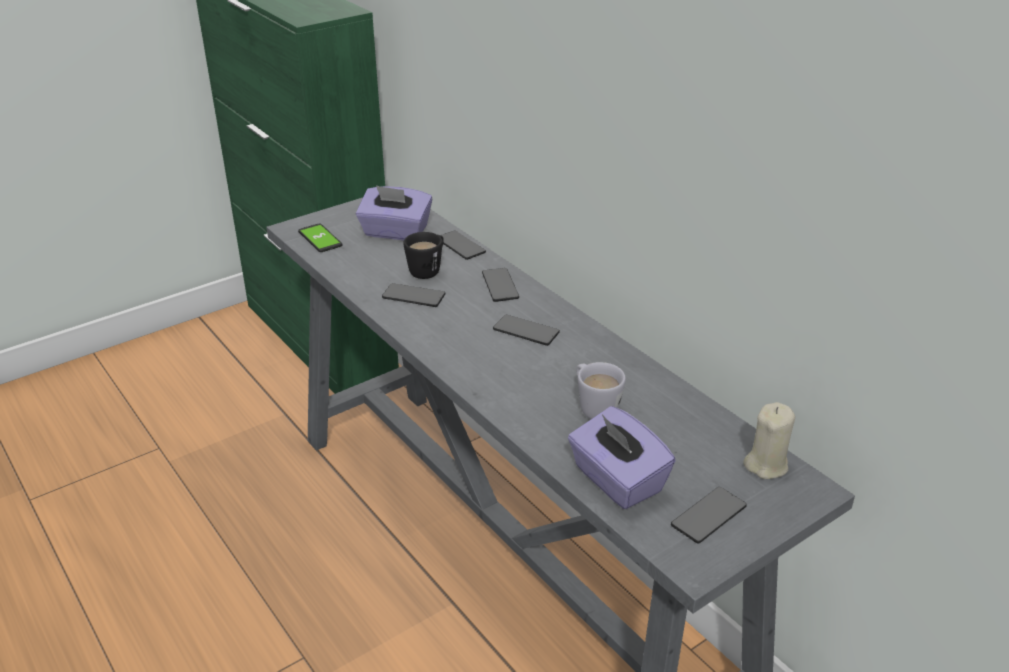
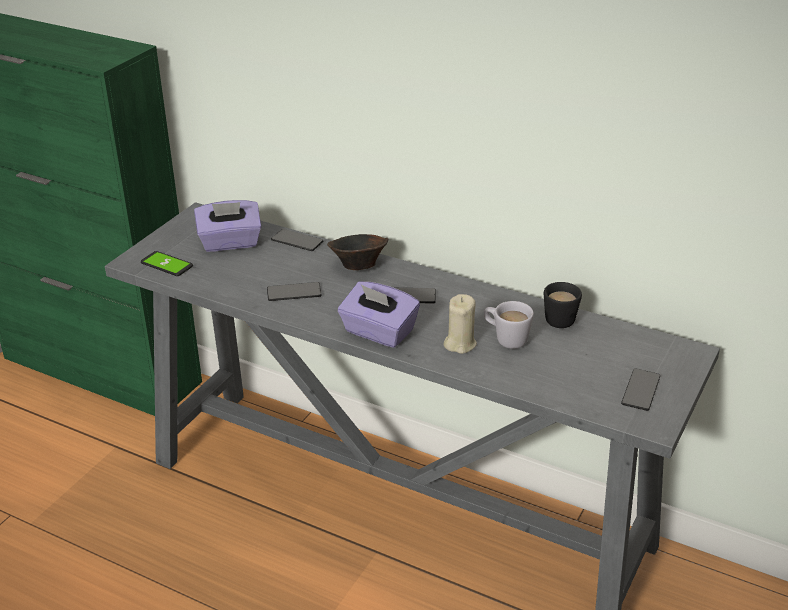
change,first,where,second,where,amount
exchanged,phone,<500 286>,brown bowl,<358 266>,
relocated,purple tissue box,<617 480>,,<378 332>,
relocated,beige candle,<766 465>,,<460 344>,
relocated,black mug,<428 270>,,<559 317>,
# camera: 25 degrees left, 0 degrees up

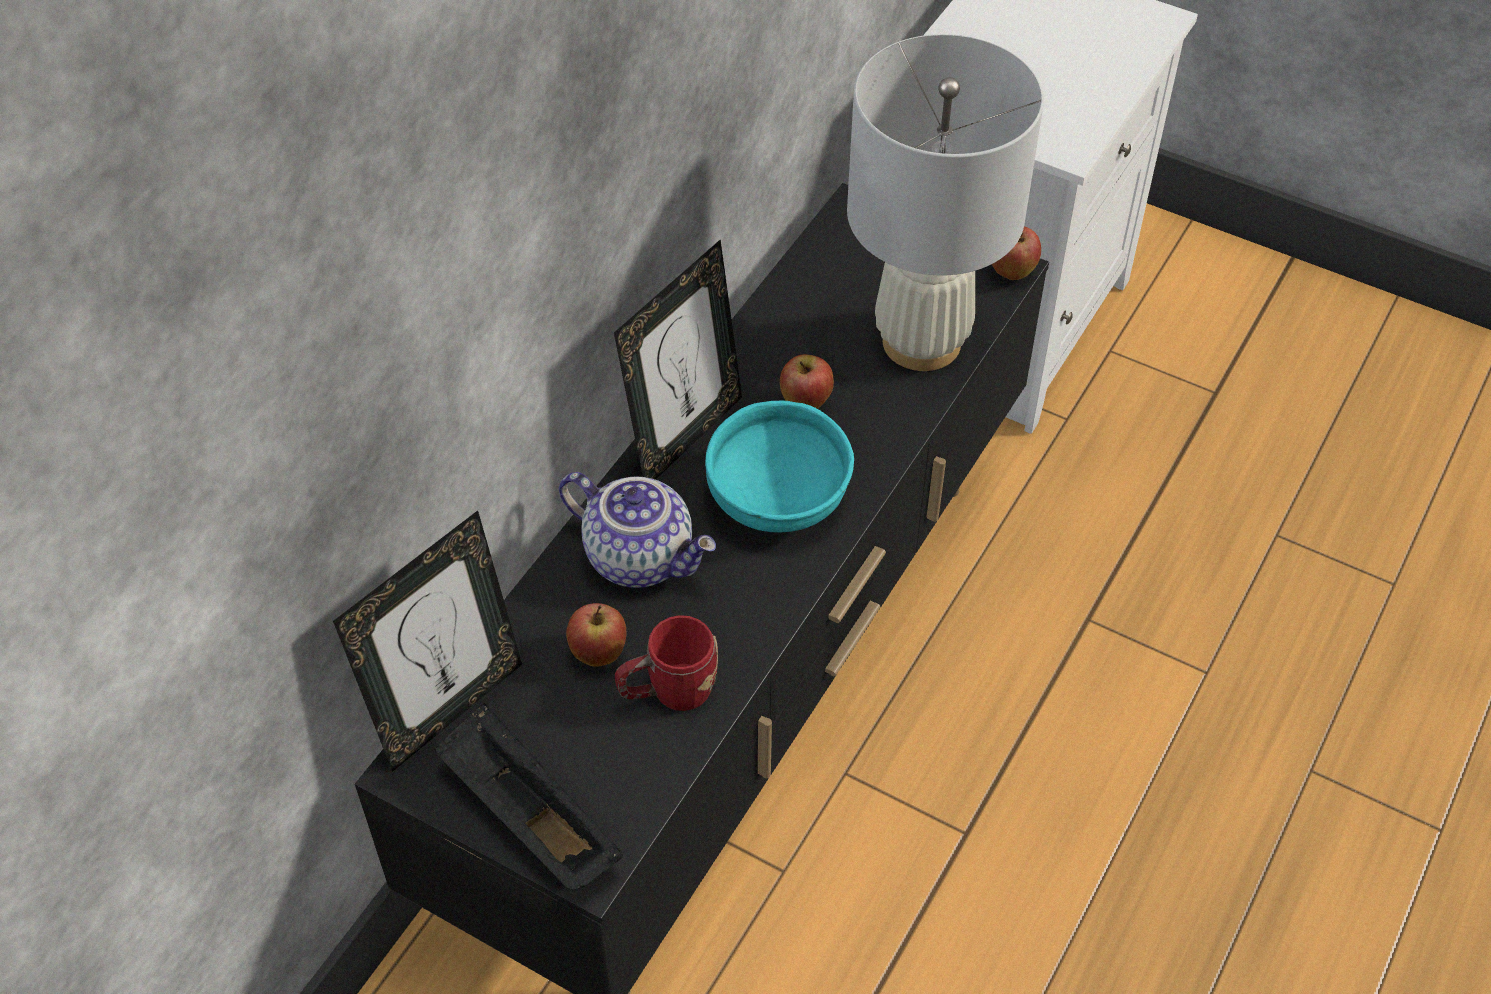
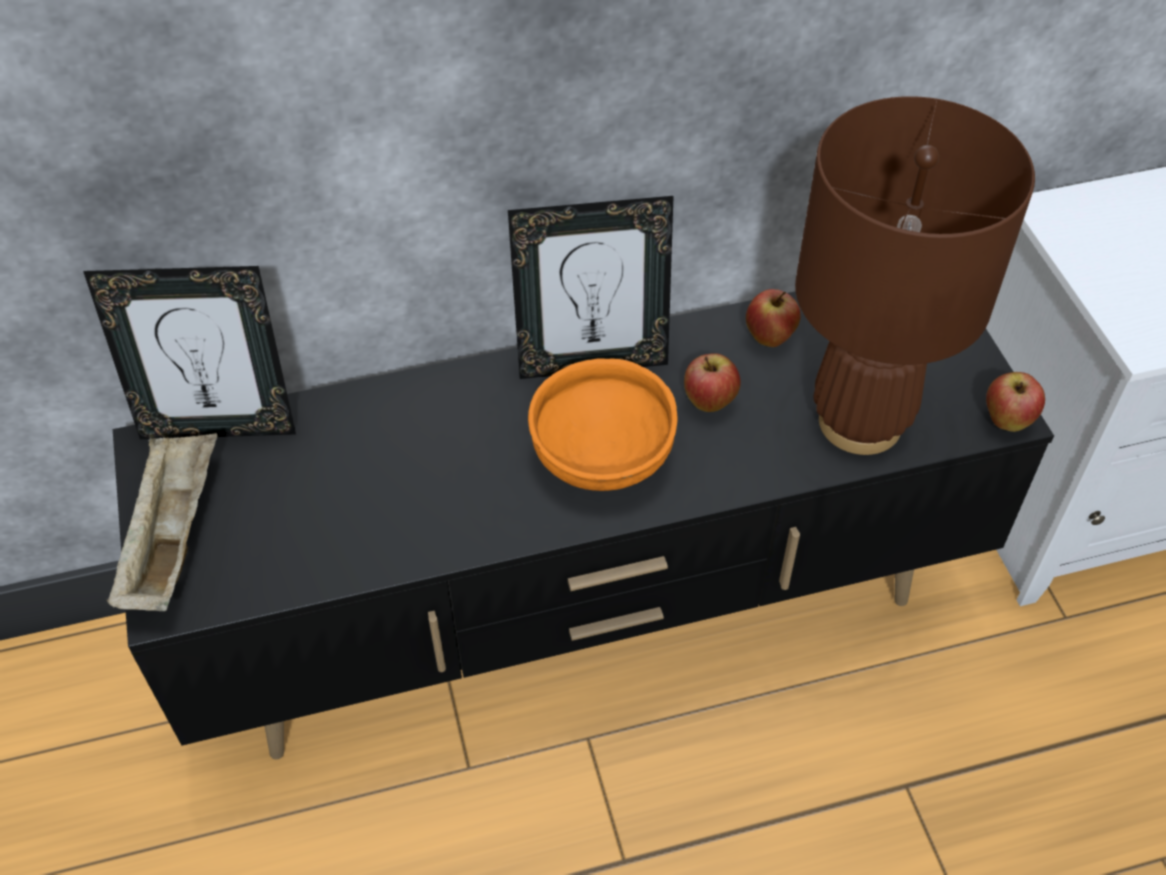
change,first,where,second,where,amount
colour,black tray,<527 816>,beige tray,<172 537>,
colour,turquoise bowl,<777 500>,orange bowl,<601 457>,
relocated,apple,<598 654>,,<769 338>,
colour,white table lamp,<922 342>,brown table lamp,<860 423>,
missing,teapot,<641 556>,,,
missing,red mug,<668 692>,,,
# camera: 45 degrees right, 0 degrees up

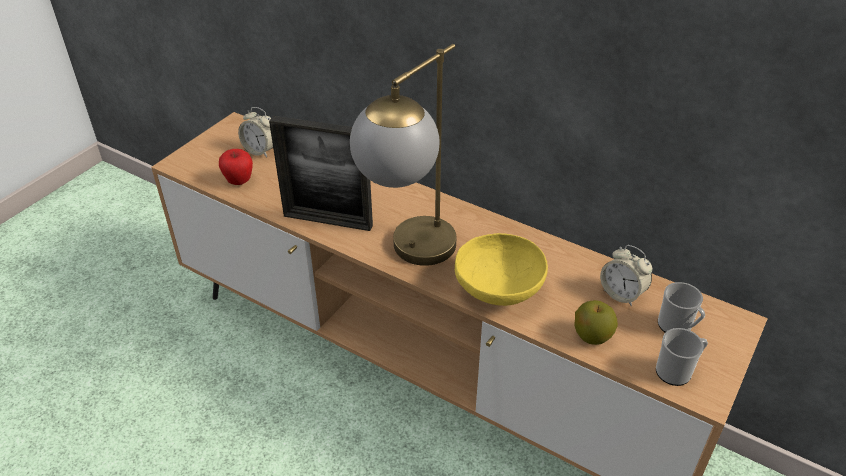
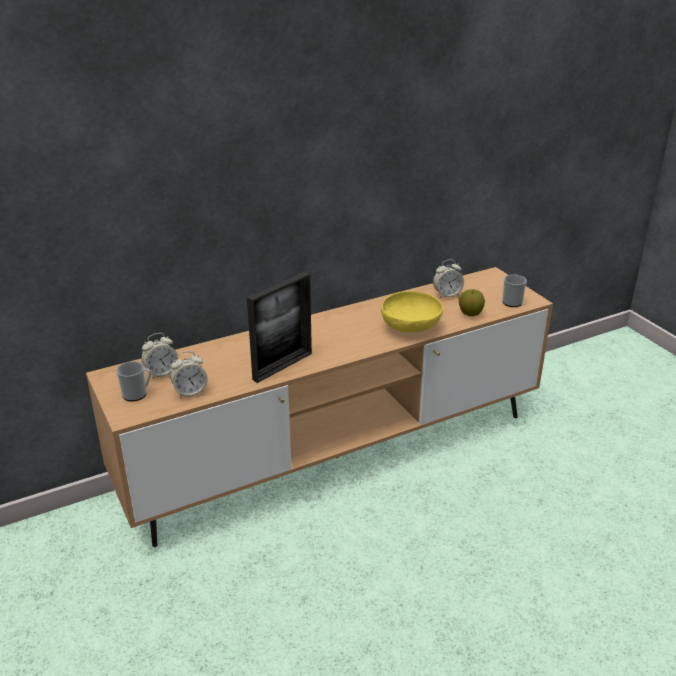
change,first,where,second,where,amount
relocated,mug,<677 327>,,<137 394>,
exchanged,apple,<239 181>,alarm clock,<190 392>,
missing,table lamp,<410 257>,,,
# camera: 60 degrees left, 10 degrees down

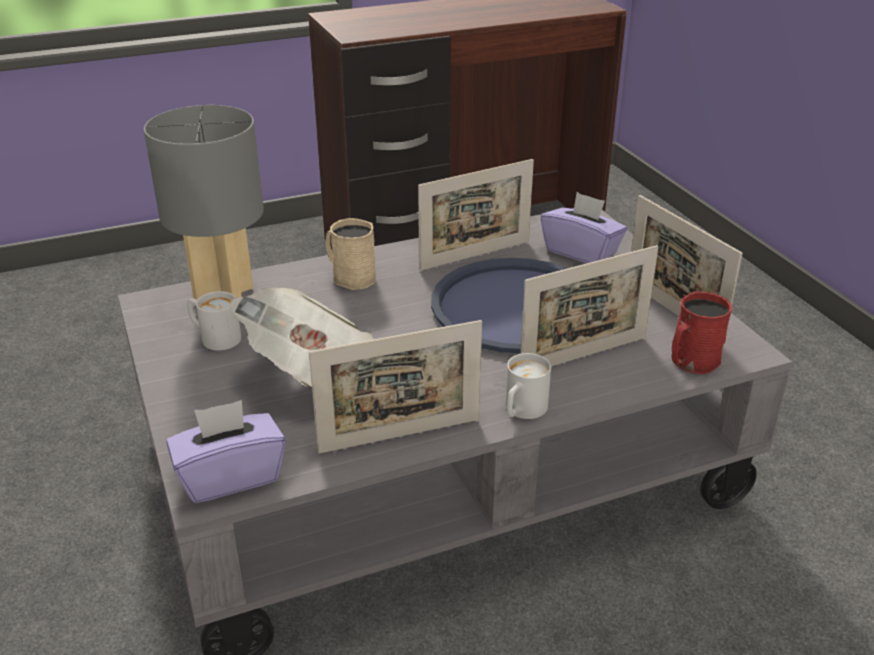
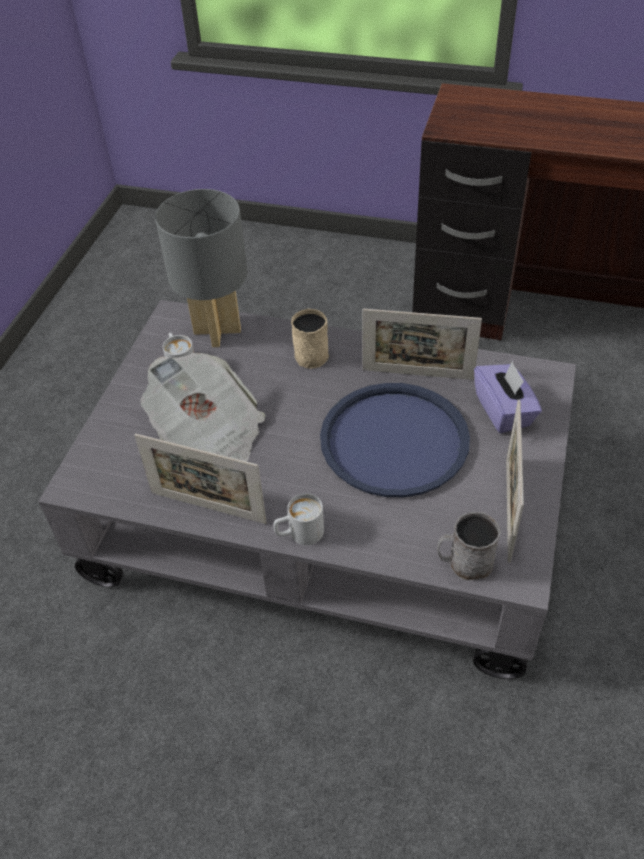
change,first,where,second,where,amount
colour,red mug,<691 362>,grey mug,<464 563>,
missing,purple tissue box,<230 476>,,,
missing,picture frame,<583 355>,,,
# camera: 40 degrees right, 15 degrees up

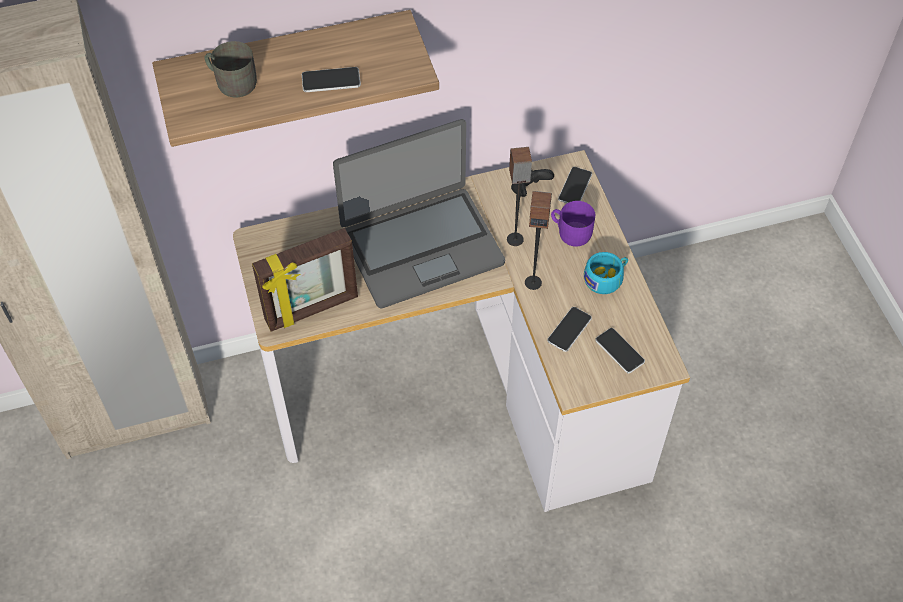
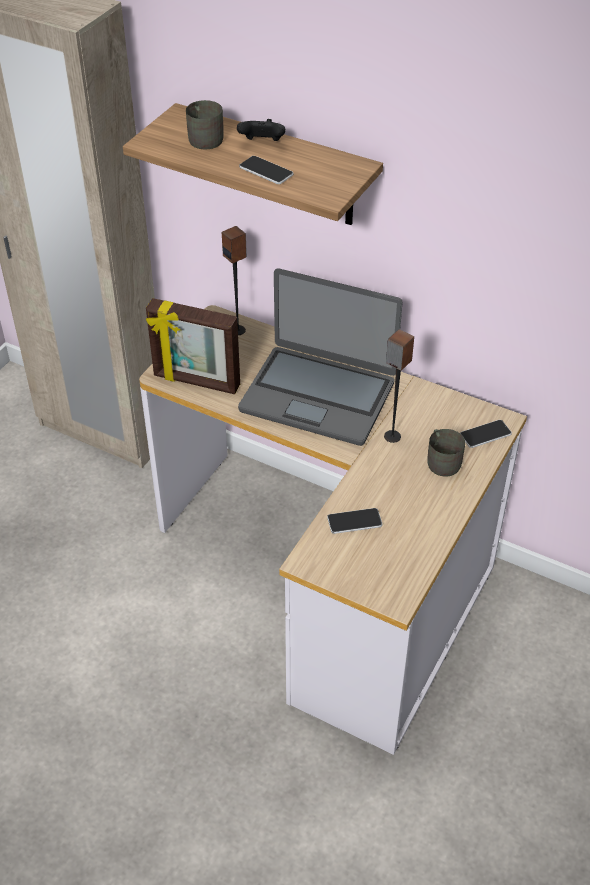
change,first,where,second,where,amount
relocated,speaker,<533 282>,,<238 330>,
relocated,black game controller,<529 191>,,<262 143>,
colour,purple mug,<570 231>,grey mug,<442 460>,
missing,turquoise cup,<606 278>,,,
missing,phone,<619 351>,,,
# camera: 45 degrees right, 10 degrees down

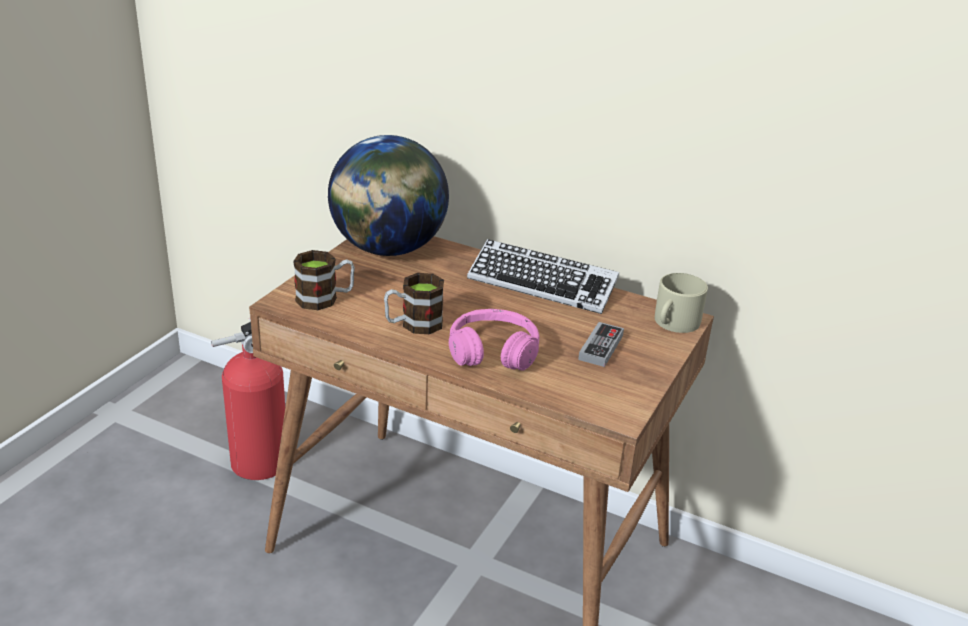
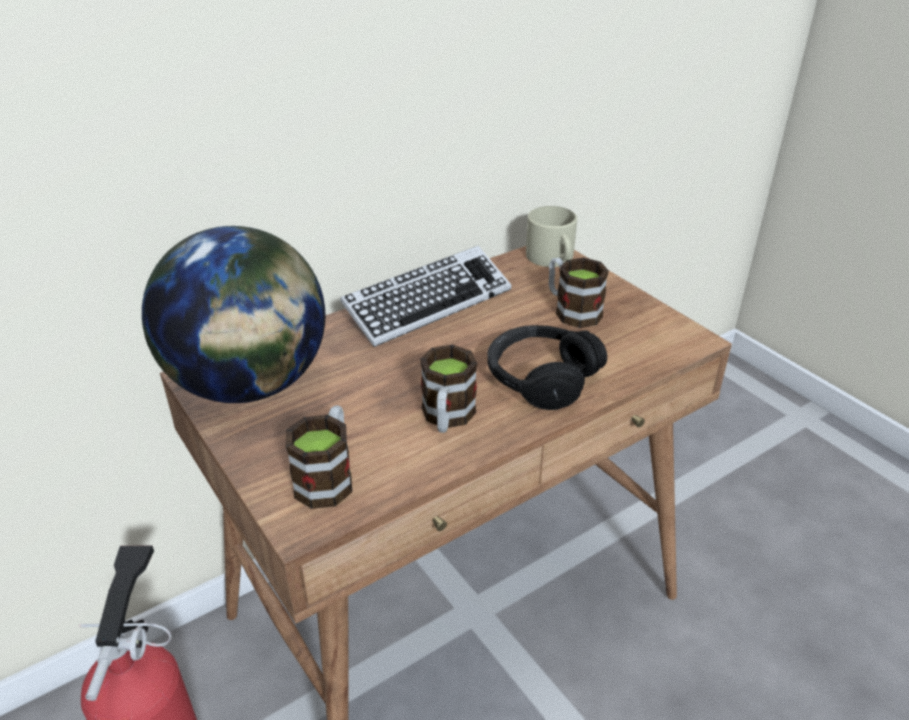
change,first,where,second,where,amount
colour,pink headphones,<493 352>,black headphones,<541 378>,
exchanged,game controller,<601 347>,mug,<571 310>,
# camera: 60 degrees left, 5 degrees up

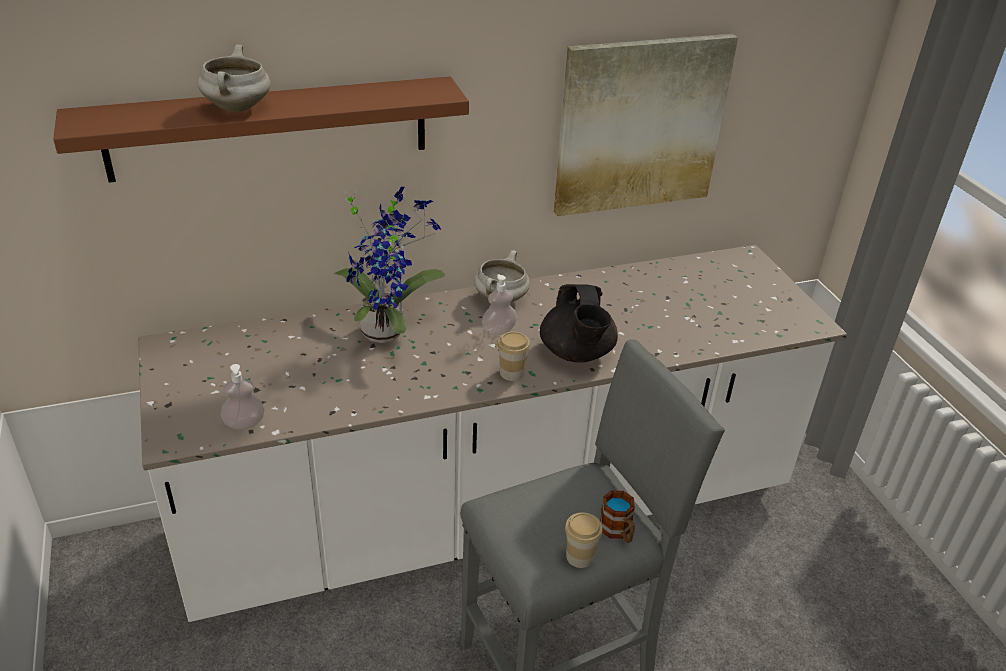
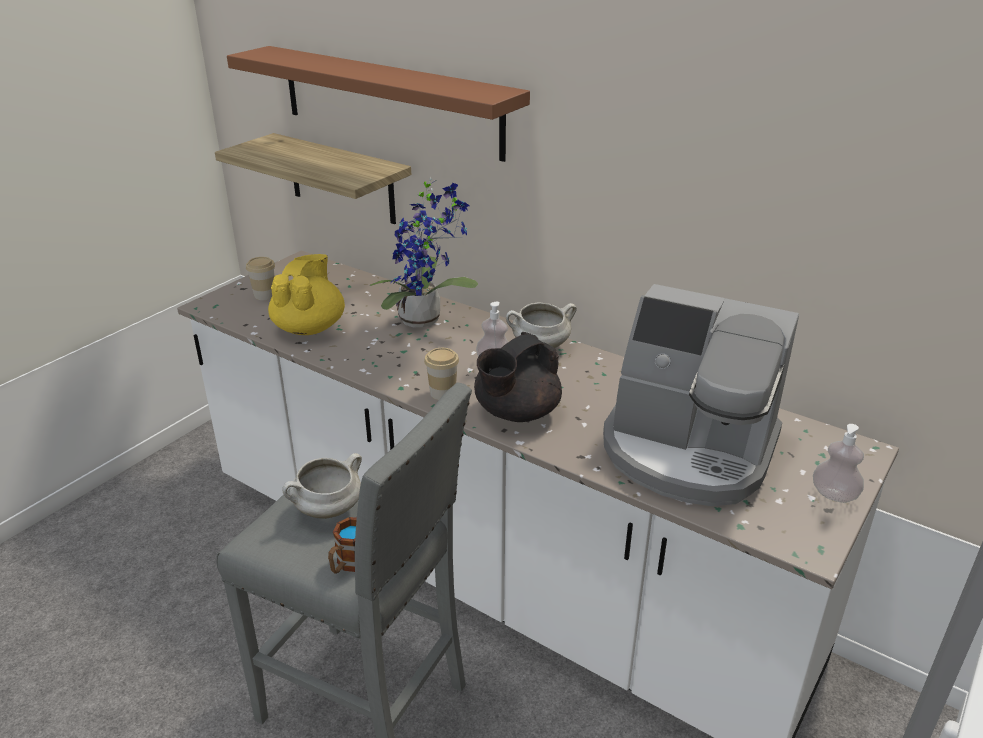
change,first,where,second,where,amount
appeared,,,shelf,<341 179>,
relocated,cup,<579 557>,,<264 295>,
appeared,,,yellow teapot,<310 327>,
relocated,white cooking pot,<238 108>,,<327 510>,
appeared,,,coffee machine,<688 451>,
relocated,soap dispenser,<244 423>,,<834 495>,
missing,picture,<640 125>,,,
# camera: 55 degrees right, 5 degrees down

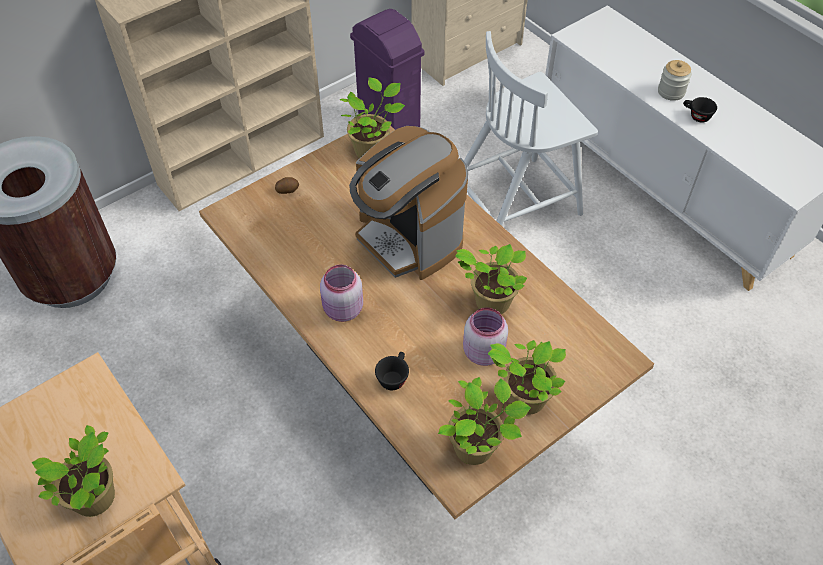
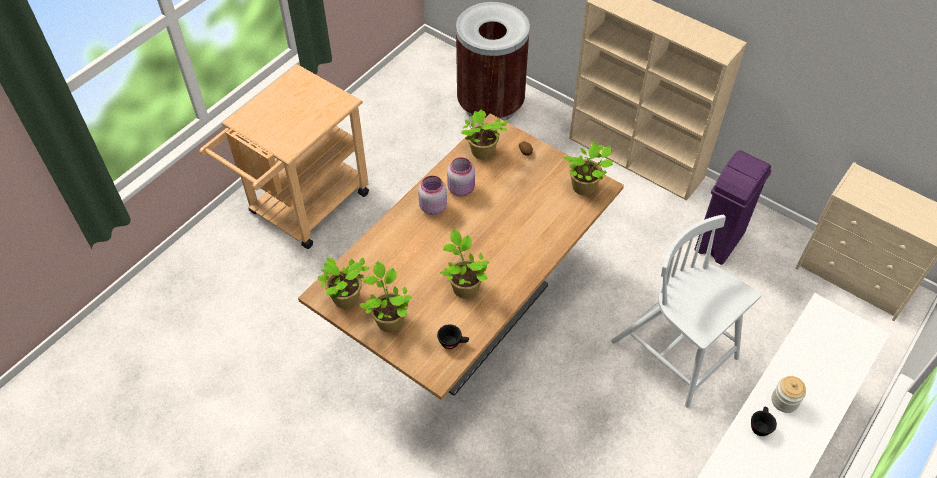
change,first,where,second,where,amount
relocated,black cup,<393 377>,,<453 342>,
relocated,pink jar,<482 351>,,<461 188>,
relocated,potted plant,<97 499>,,<482 153>,
missing,coffee machine,<408 239>,,,
# camera: 75 degrees right, 0 degrees up

